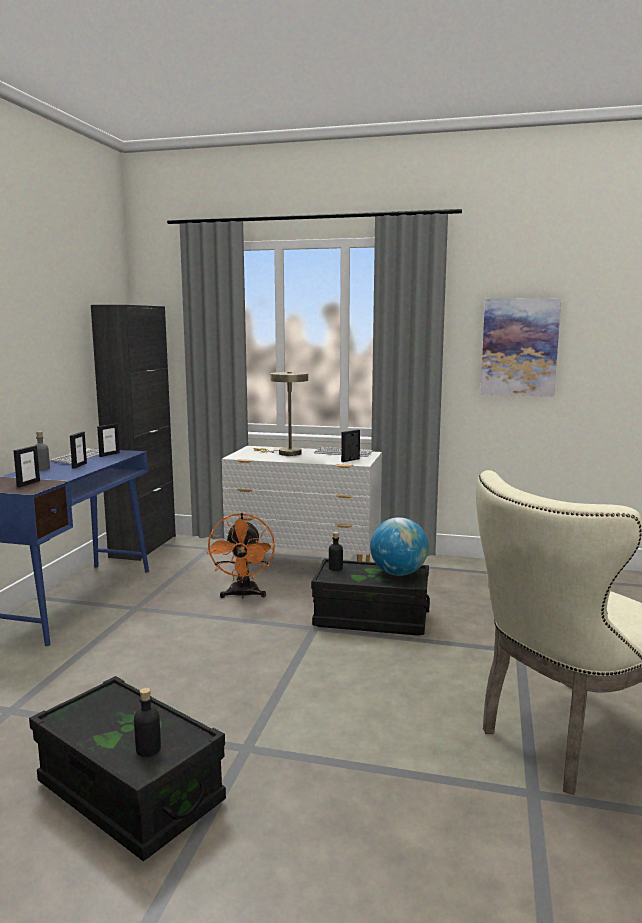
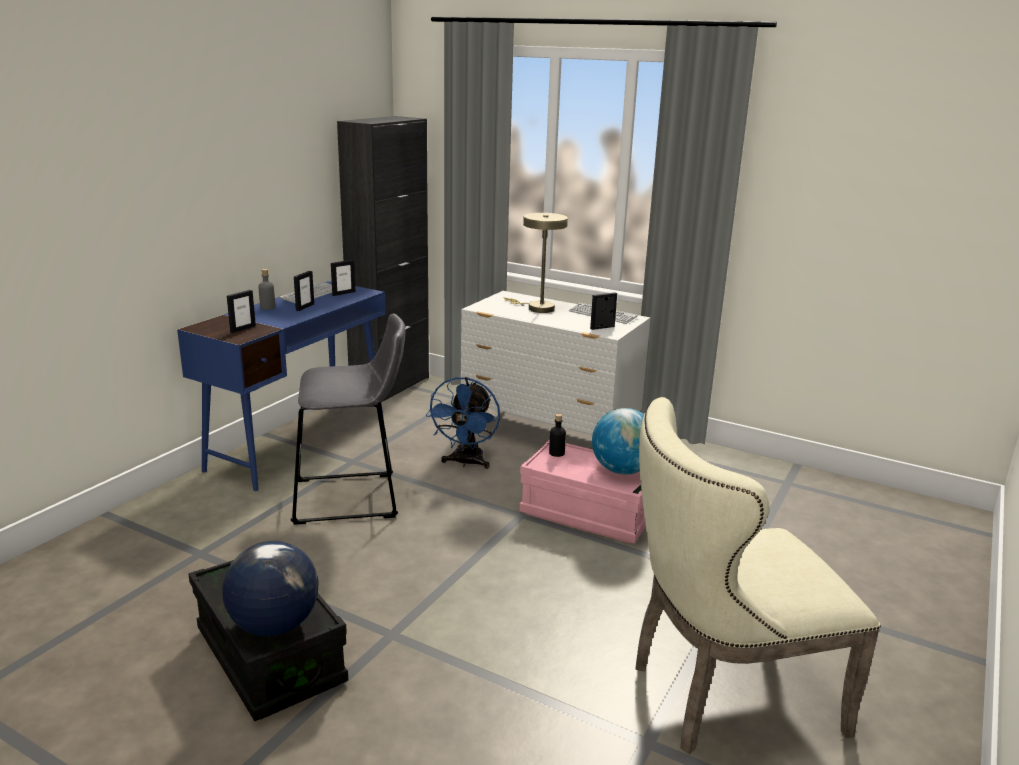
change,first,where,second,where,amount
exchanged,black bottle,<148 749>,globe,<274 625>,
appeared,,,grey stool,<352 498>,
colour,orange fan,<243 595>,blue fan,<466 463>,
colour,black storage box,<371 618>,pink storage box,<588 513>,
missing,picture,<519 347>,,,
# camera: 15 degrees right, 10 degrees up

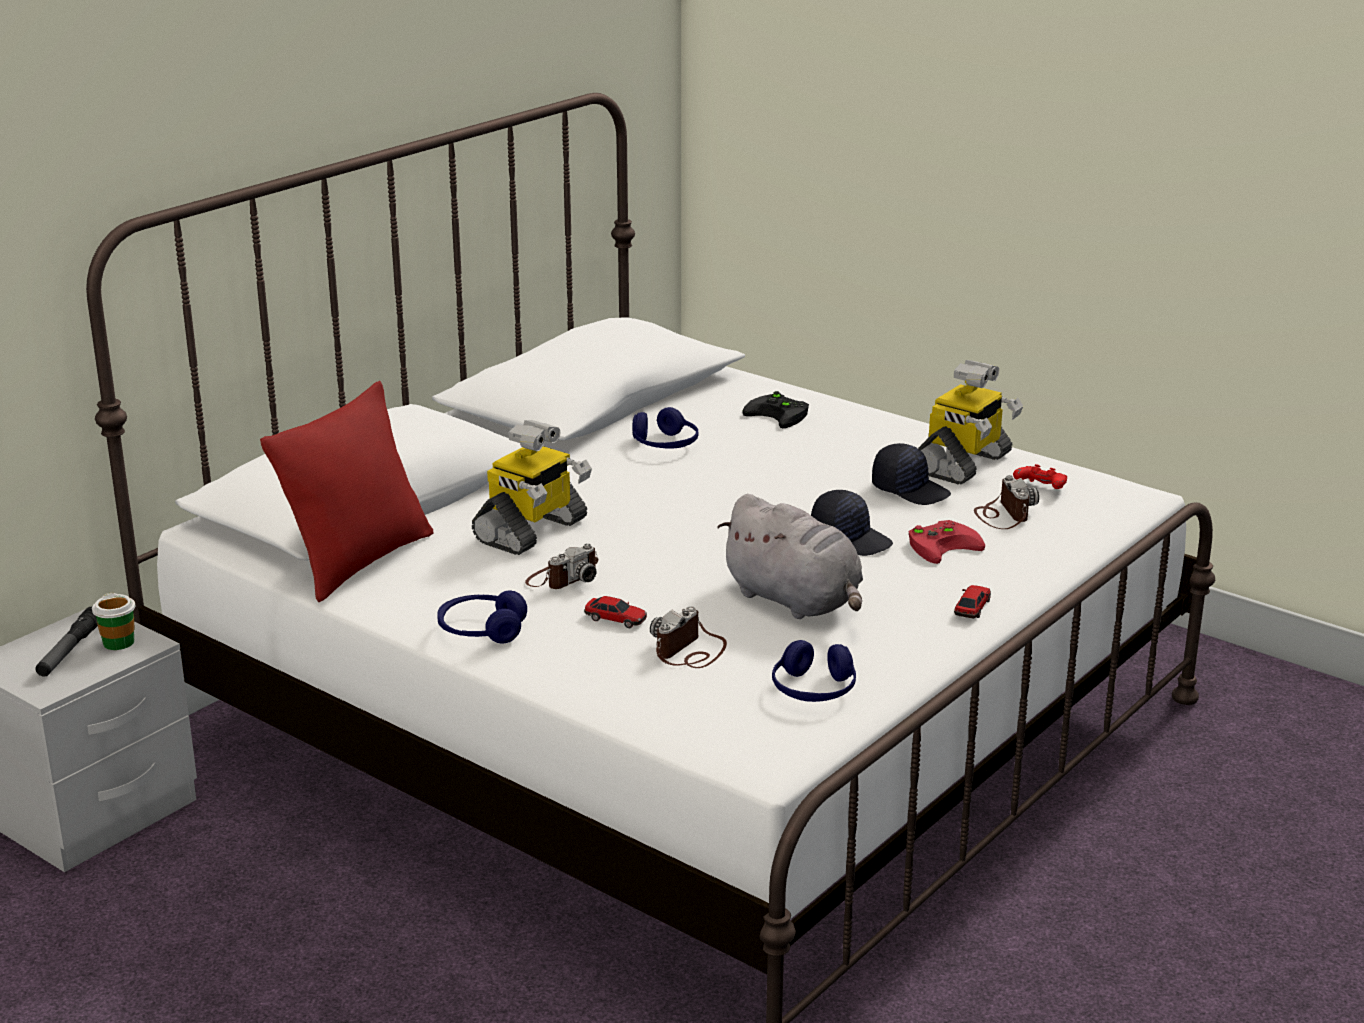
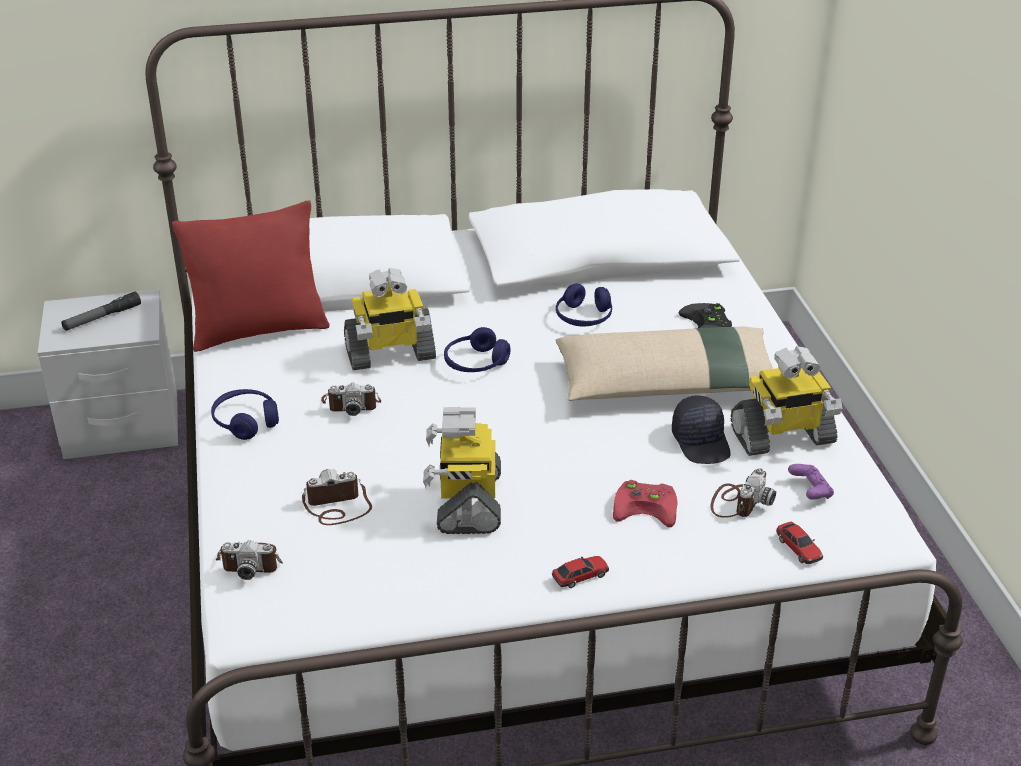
change,first,where,second,where,amount
appeared,,,photo camera,<250 561>,
exchanged,grey plush toy,<796 601>,toy robot,<467 501>,
relocated,blue headphones,<814 690>,,<476 363>,
appeared,,,beige pillow,<667 383>,
relocated,toy car,<615 619>,,<798 548>,
colour,red game controller,<1040 489>,purple game controller,<810 491>,
missing,cup,<118 642>,,,
missing,black cap,<851 539>,,,
# camera: 40 degrees right, 10 degrees up

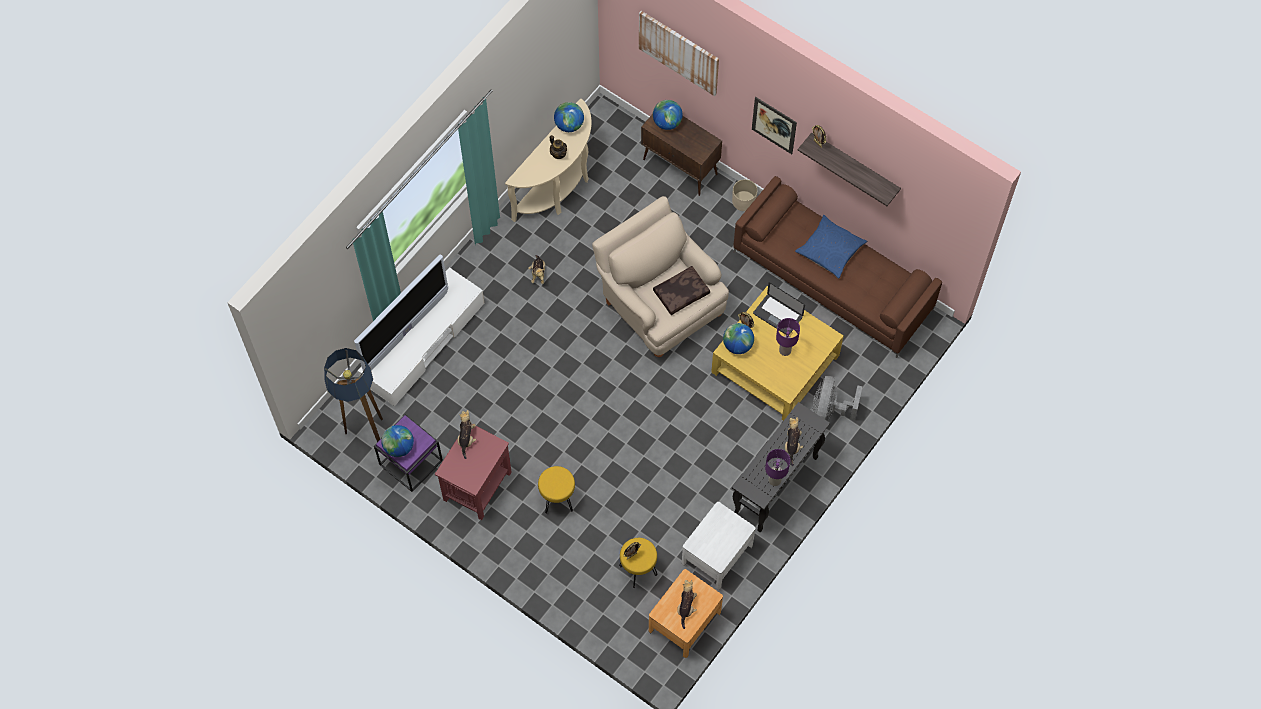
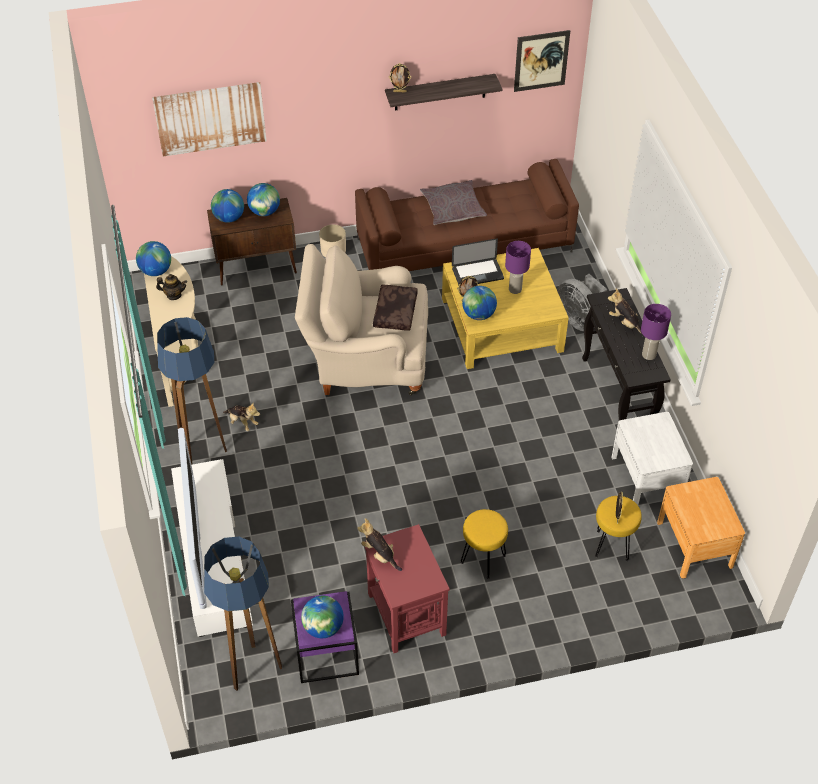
change,first,where,second,where,amount
appeared,,,floor lamp,<204 457>,
appeared,,,globe,<264 212>,
colour,blue pillow,<830 250>,grey pillow,<452 208>,
relocated,picture,<774 125>,,<541 61>,
missing,plush toy,<686 607>,,,
# camera: 50 degrees left, 15 degrees down

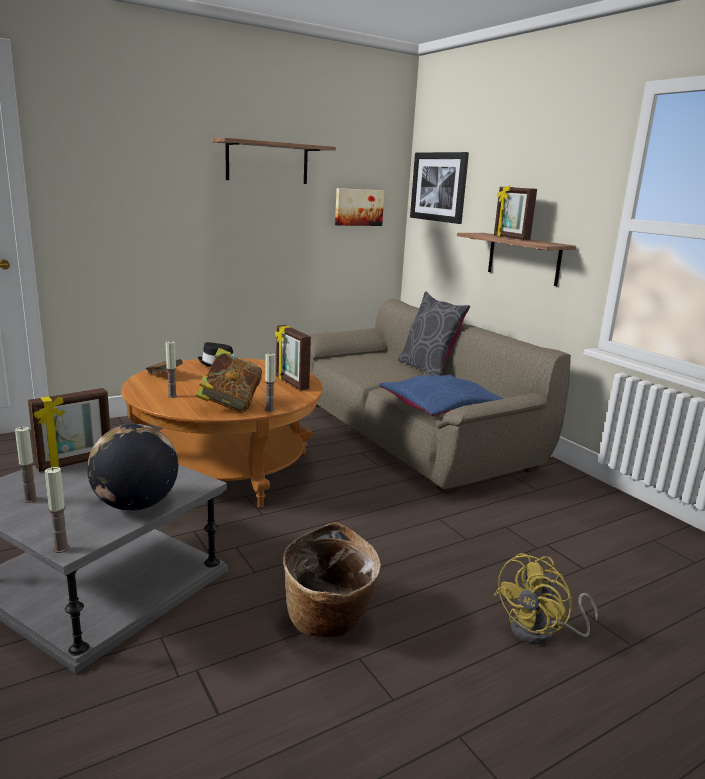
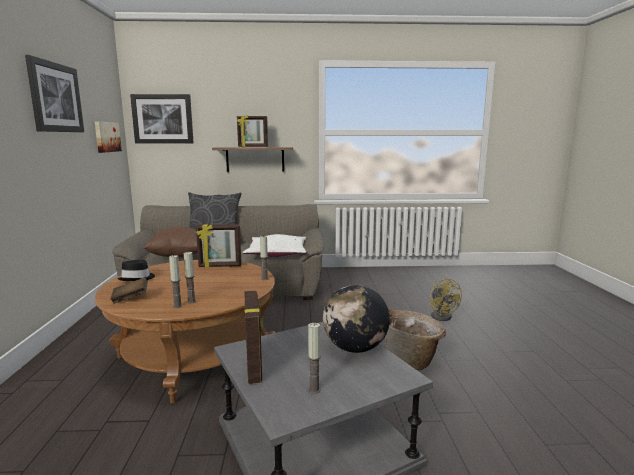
change,first,where,second,where,amount
exchanged,shelf,<267 162>,picture,<55 97>,
appeared,,,brown pillow,<178 255>,
relocated,candle,<61 548>,,<177 306>,
colour,blue pillow,<440 406>,white pillow,<277 253>,
missing,book,<230 404>,,,
# camera: 60 degrees left, 5 degrees down

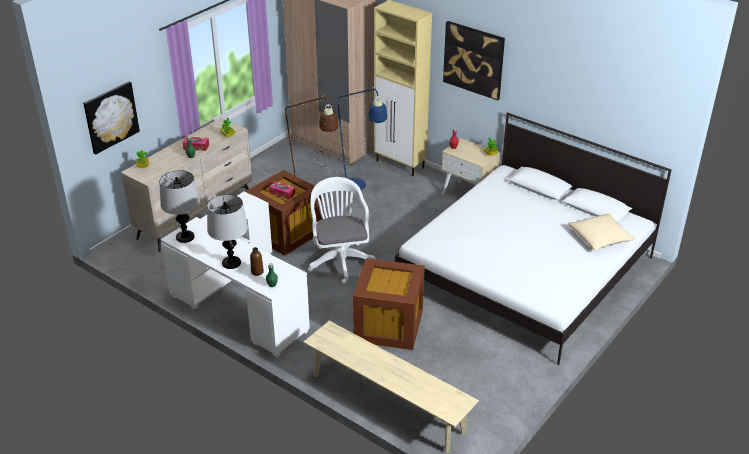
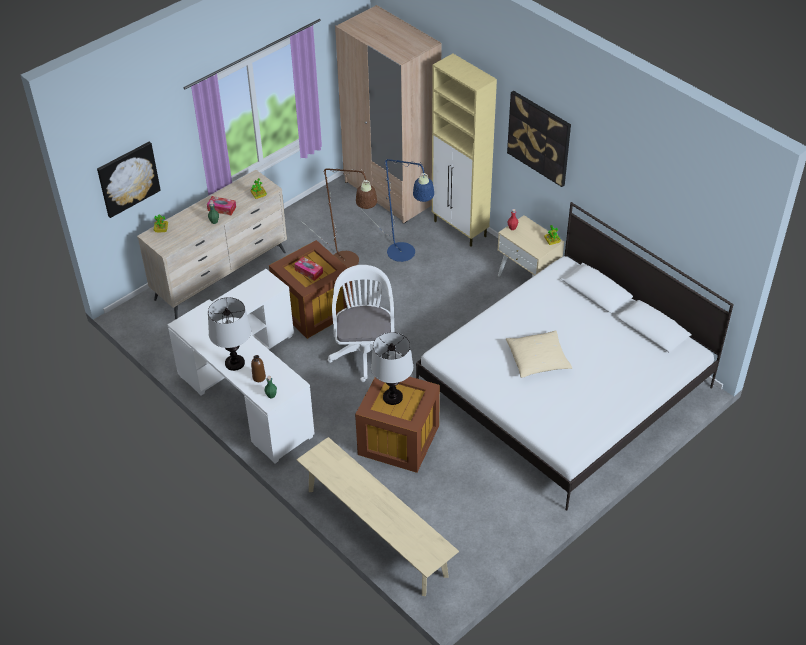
change,first,where,second,where,amount
relocated,table lamp,<185 237>,,<392 397>,
relocated,beige pillow,<600 238>,,<538 359>,
# camera: 10 degrees right, 10 degrees up

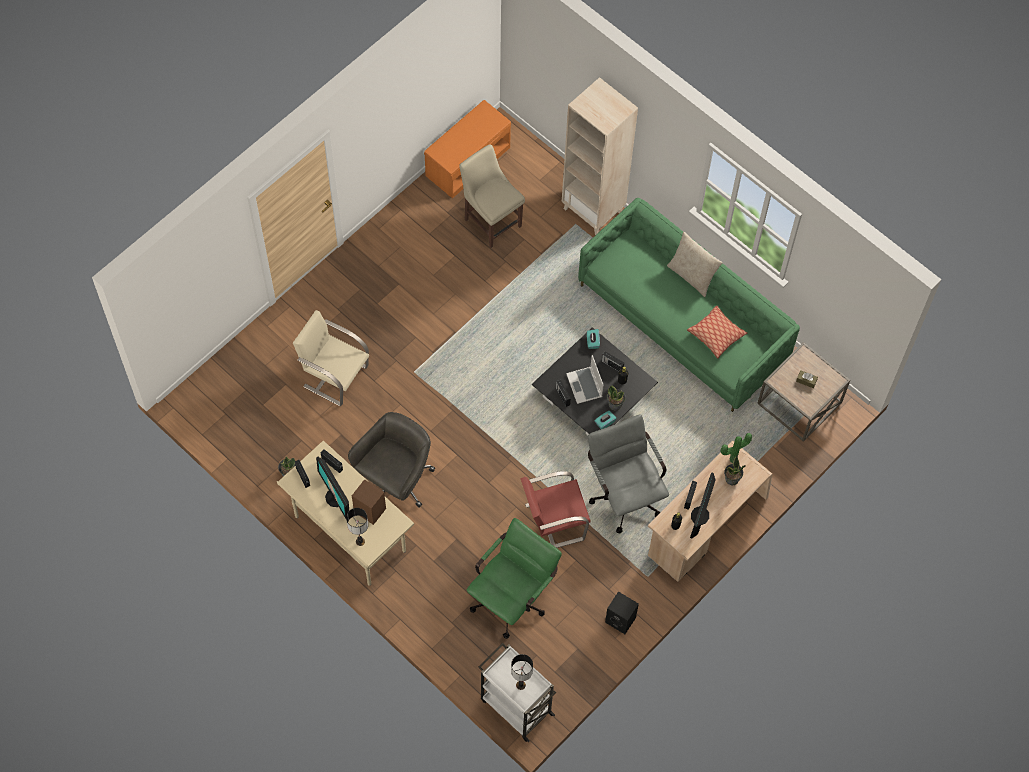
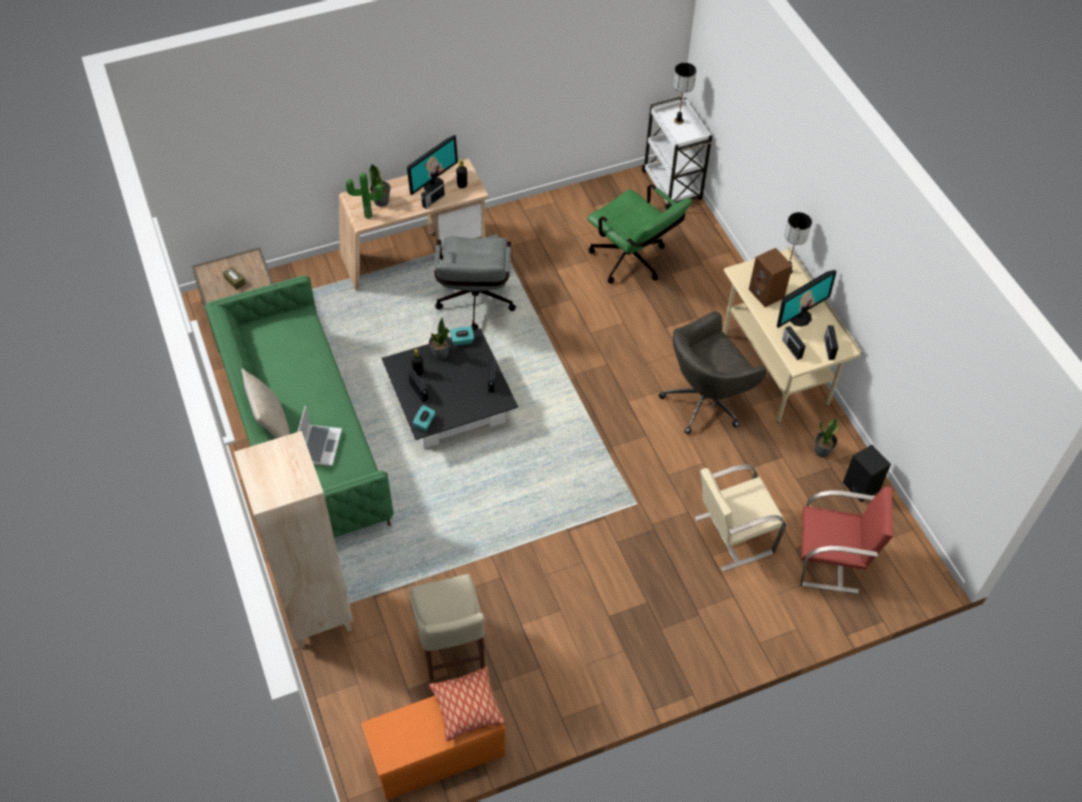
change,first,where,second,where,amount
relocated,laptop,<585 386>,,<320 445>,
relocated,pillow,<716 335>,,<467 707>,
spun,green office chair,<513 596>,,<633 263>,105 degrees counterclockwise
spun,beige chair,<335 375>,,<732 535>,105 degrees clockwise
spun,monitor,<335 497>,,<799 317>,60 degrees clockwise
relocated,red chair,<553 522>,,<831 561>,
relocated,black speaker,<621 620>,,<859 486>,
# camera: 155 degrees left, 10 degrees down

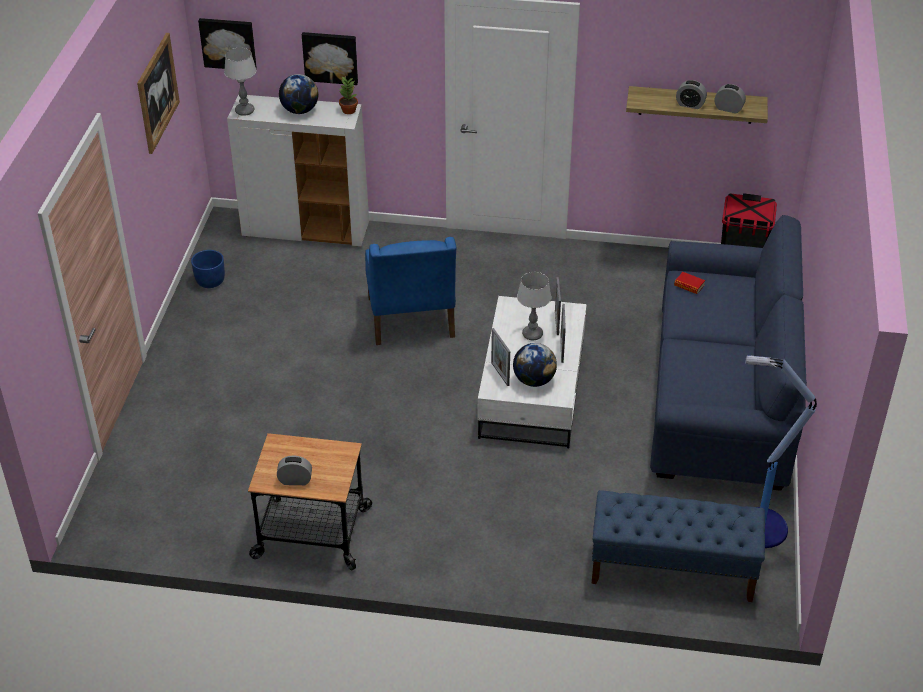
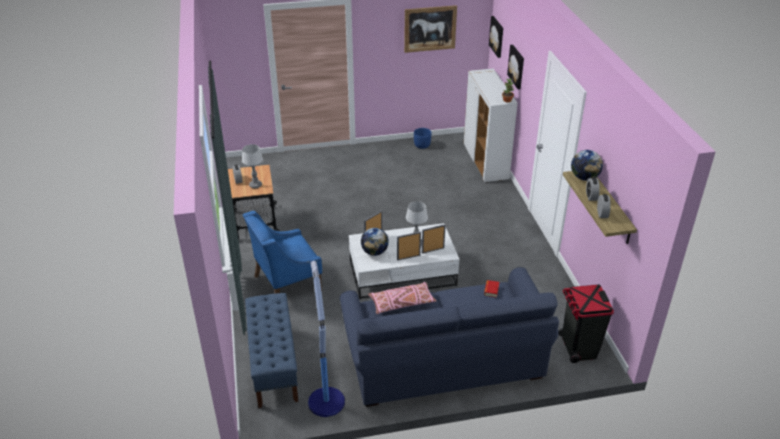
change,first,where,second,where,amount
relocated,table lamp,<245 111>,,<255 185>,
relocated,blue armchair,<410 318>,,<286 283>,
appeared,,,pink pillow,<402 303>,
relocated,globe,<300 110>,,<584 178>,
# camera: 70 degrees right, 5 degrees down

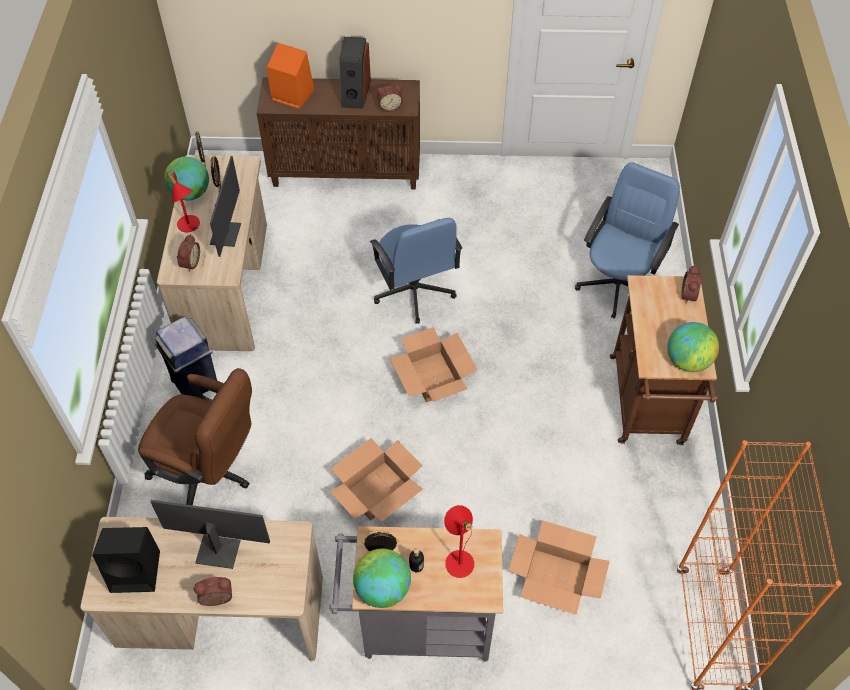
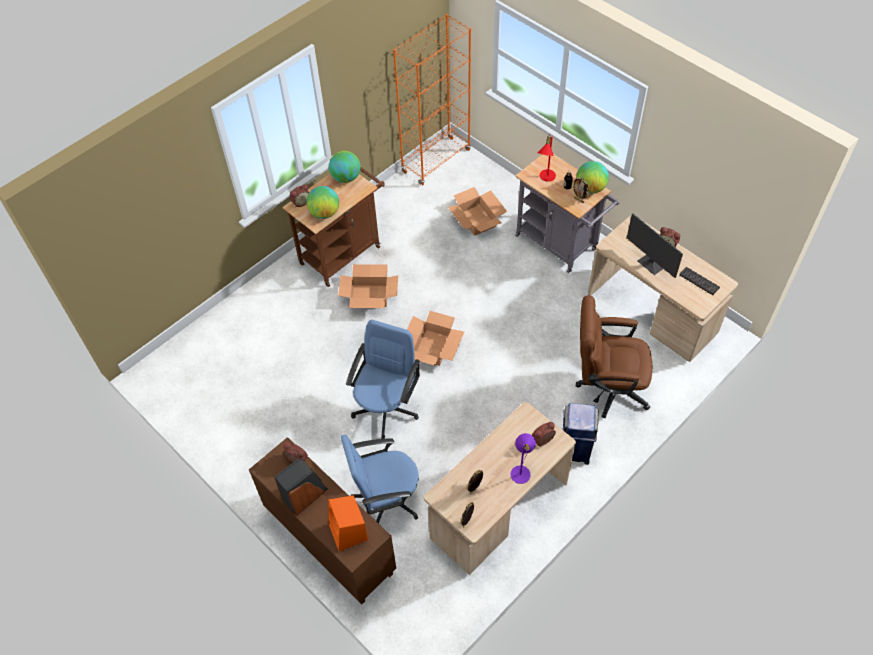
change,first,where,second,where,amount
relocated,globe,<190 193>,,<324 213>,
relocated,cardboard box,<377 490>,,<370 296>,
relocated,blue office chair,<618 284>,,<386 499>,
colour,red table lamp,<189 227>,purple table lamp,<521 471>,
spun,brown office chair,<210 472>,,<606 387>,60 degrees counterclockwise
exchanged,black speaker,<137 571>,keyboard,<699 281>,
missing,monitor,<226 234>,,,
# camera: 135 degrees left, 0 degrees up

